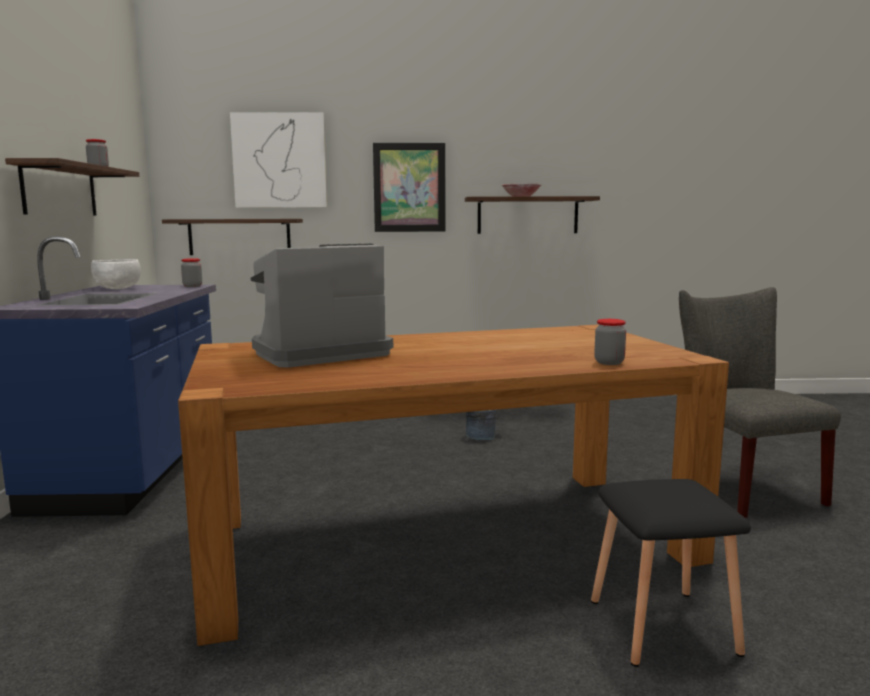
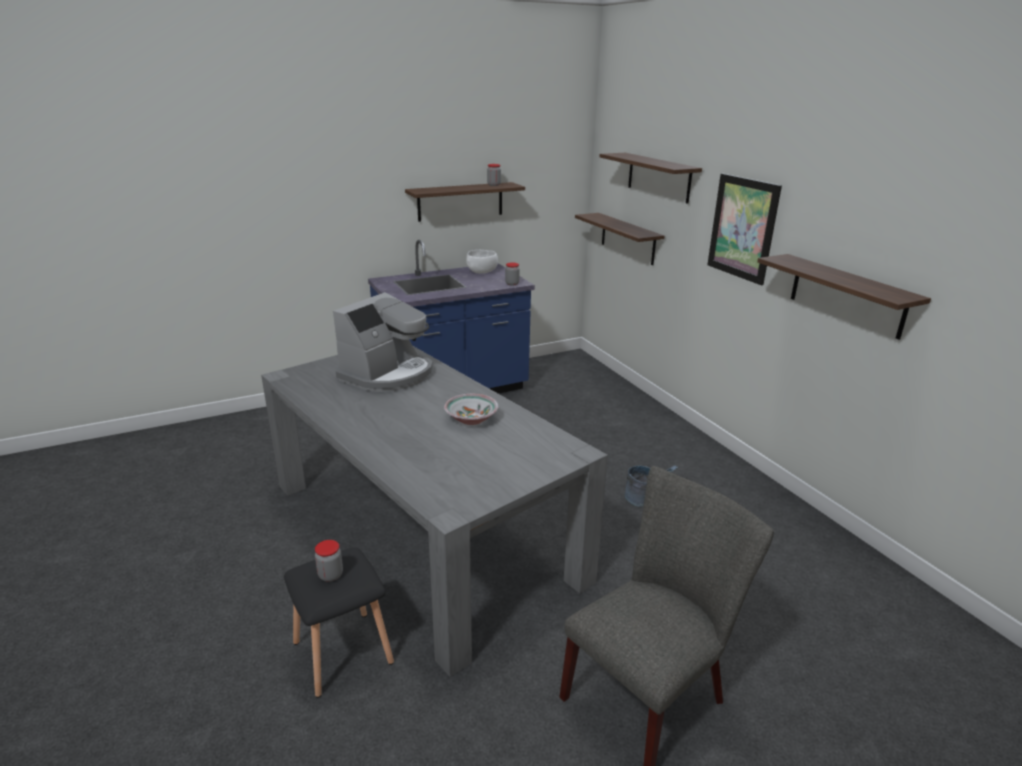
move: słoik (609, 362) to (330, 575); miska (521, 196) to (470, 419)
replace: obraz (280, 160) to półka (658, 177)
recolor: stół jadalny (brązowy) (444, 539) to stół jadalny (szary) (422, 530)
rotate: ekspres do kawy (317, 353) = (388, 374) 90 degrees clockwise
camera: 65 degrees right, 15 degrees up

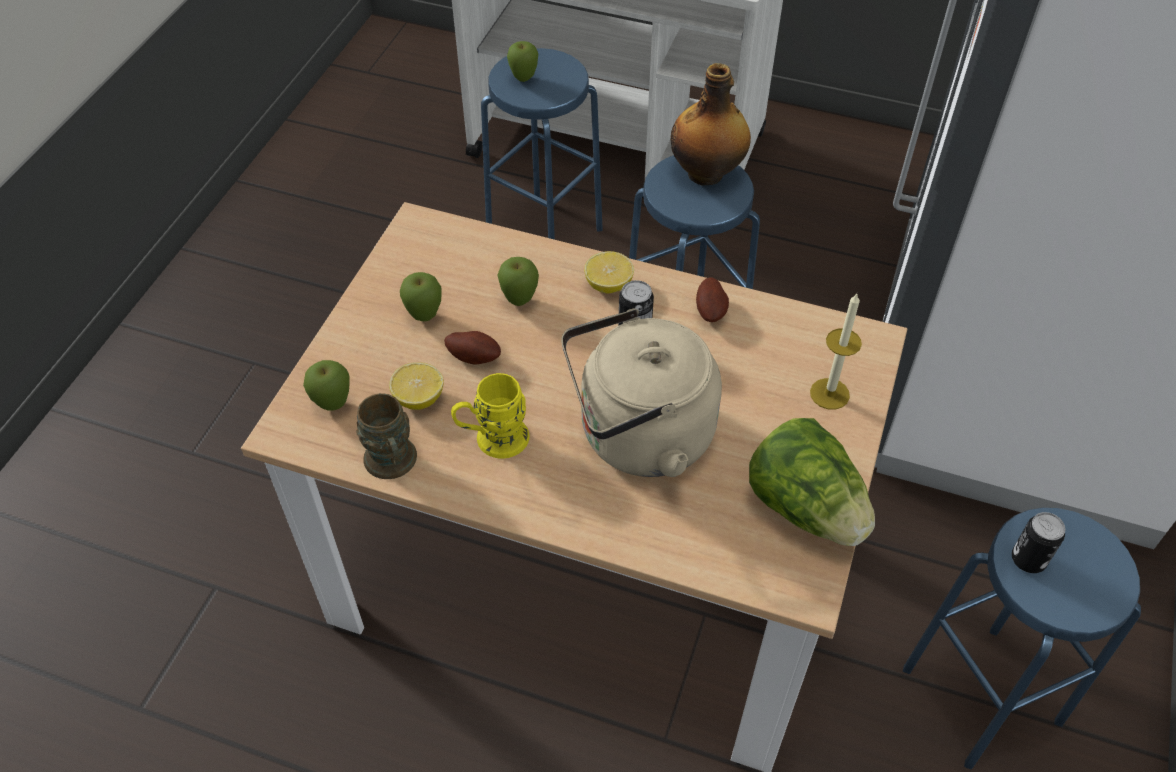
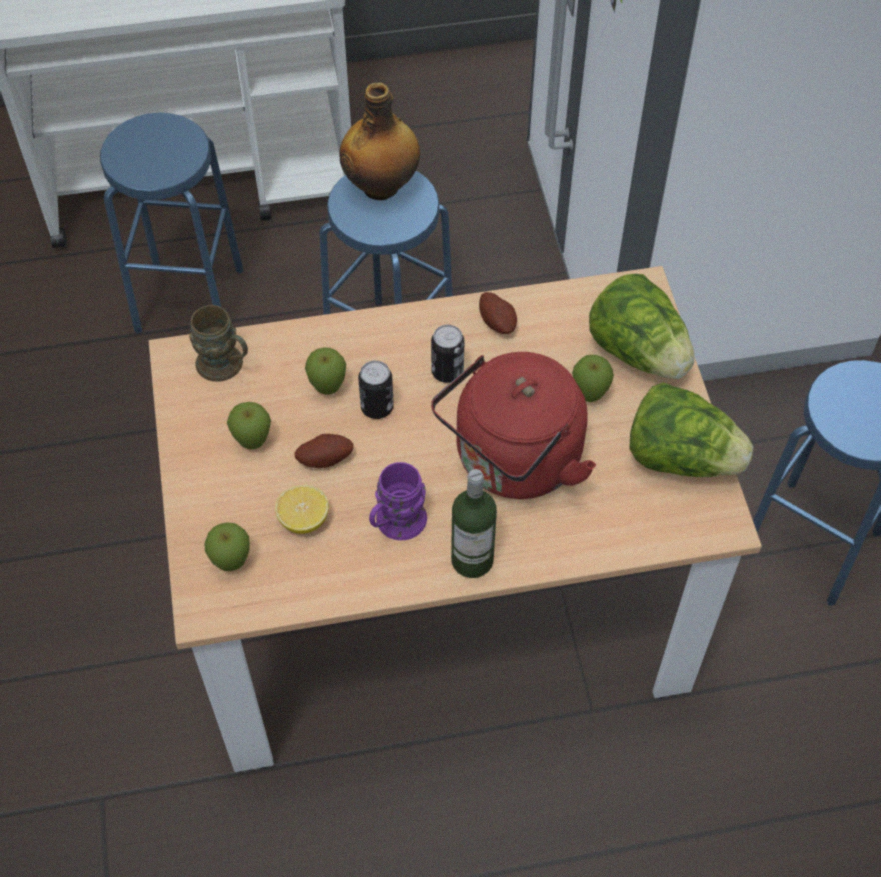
delete: cytryna (608, 285)
insert: butelka (472, 560)
move: kubek (brązowy) (393, 465) to (226, 367); puszka (1028, 559) to (377, 407); jabłko (523, 79) to (589, 396)
replace: świeca (829, 394) to sałata (638, 352)
recolor: kubek (żółty) (492, 440) to kubek (fioletowy) (395, 525); czajnik (beżowy) (638, 437) to czajnik (czerwony) (513, 463)
camera: 30 degrees left, 5 degrees up

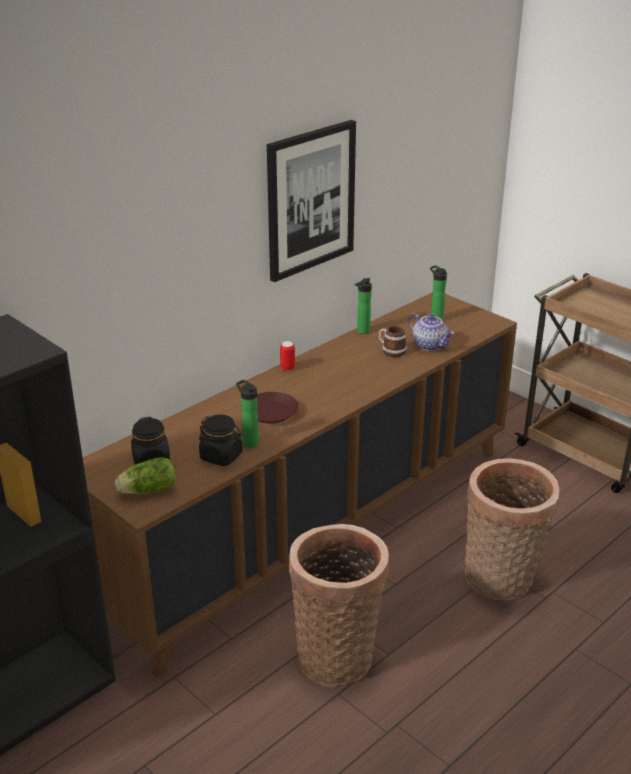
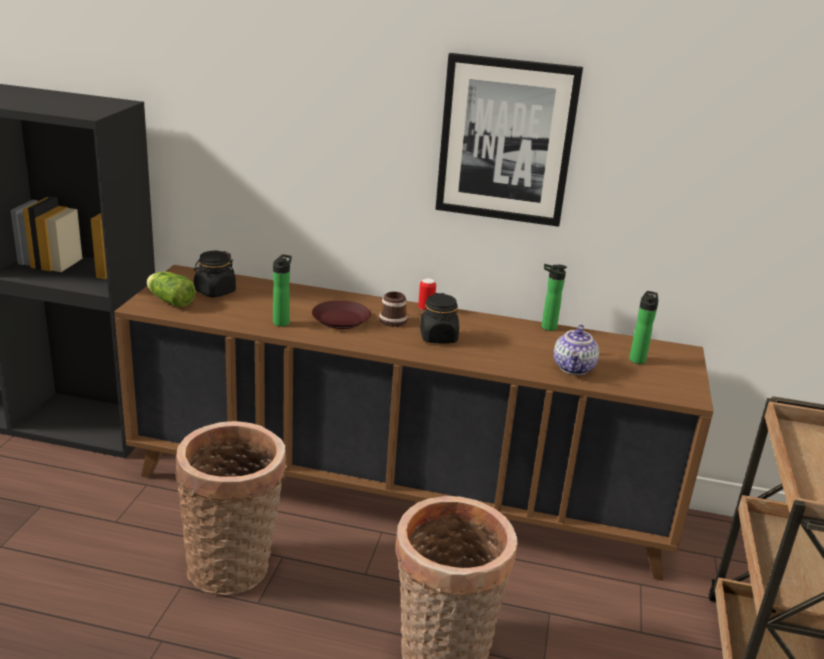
move: kubek (391, 350) to (393, 319); słoik (czarny) (221, 456) to (438, 337)
camera: 55 degrees right, 5 degrees down

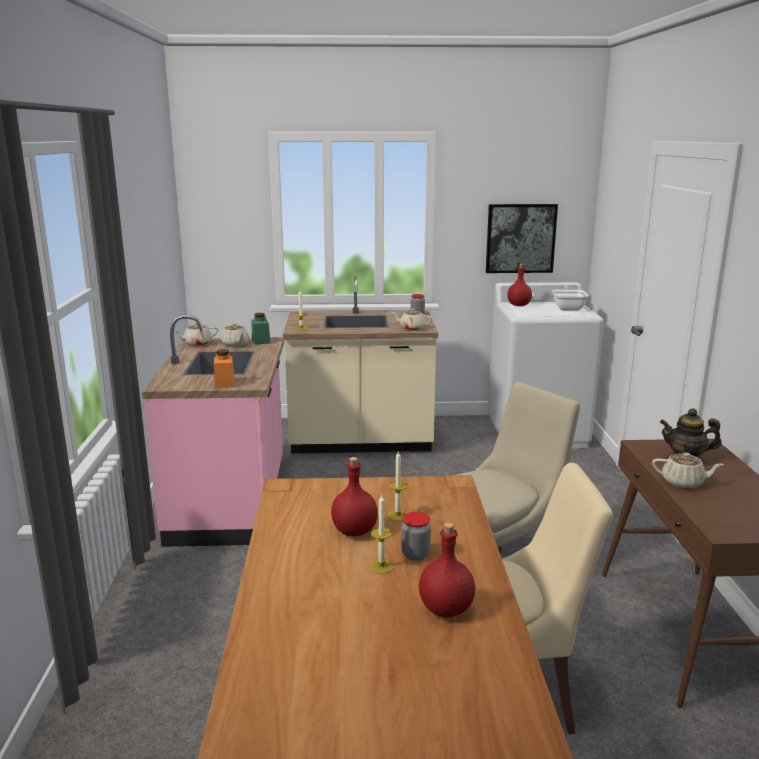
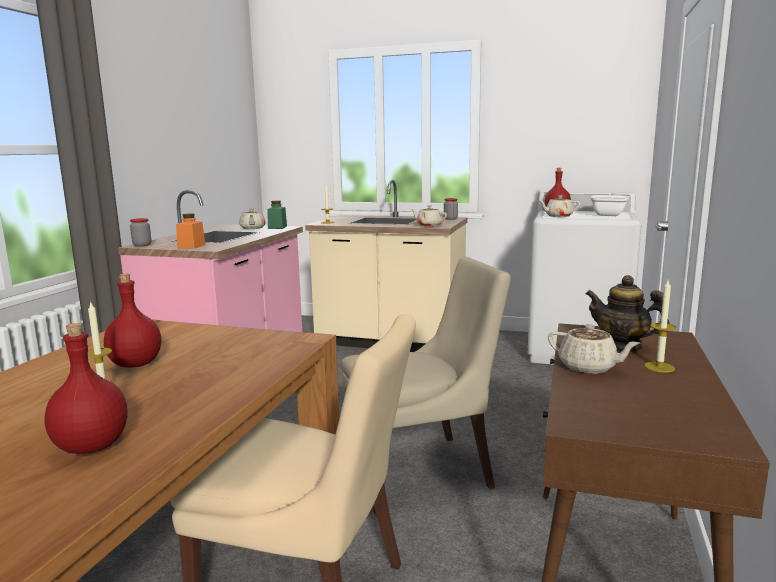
delete: obraz (520, 238)
move: słoik (415, 554) to (142, 245); imbryk (beżowy) (197, 344) to (558, 216); świeca (397, 515) to (659, 367)
camera: 20 degrees right, 5 degrees down

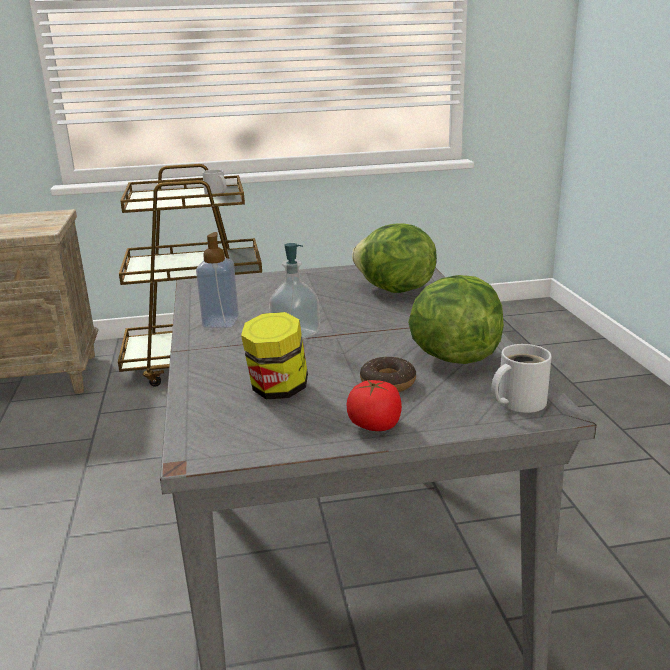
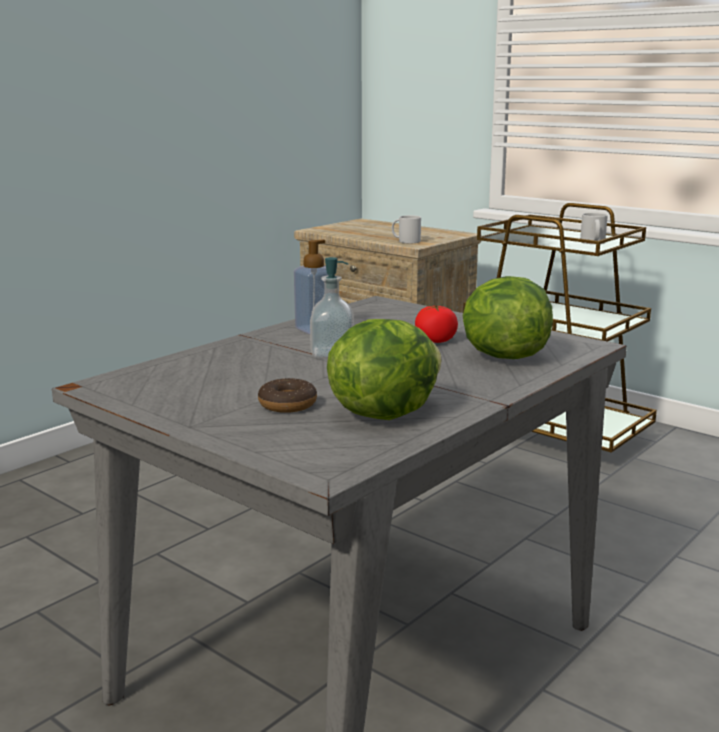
delete: słoik (278, 390)
move: kubek (biały) (517, 402) to (407, 241); pomidor (375, 425) to (435, 340)
camera: 50 degrees right, 5 degrees down

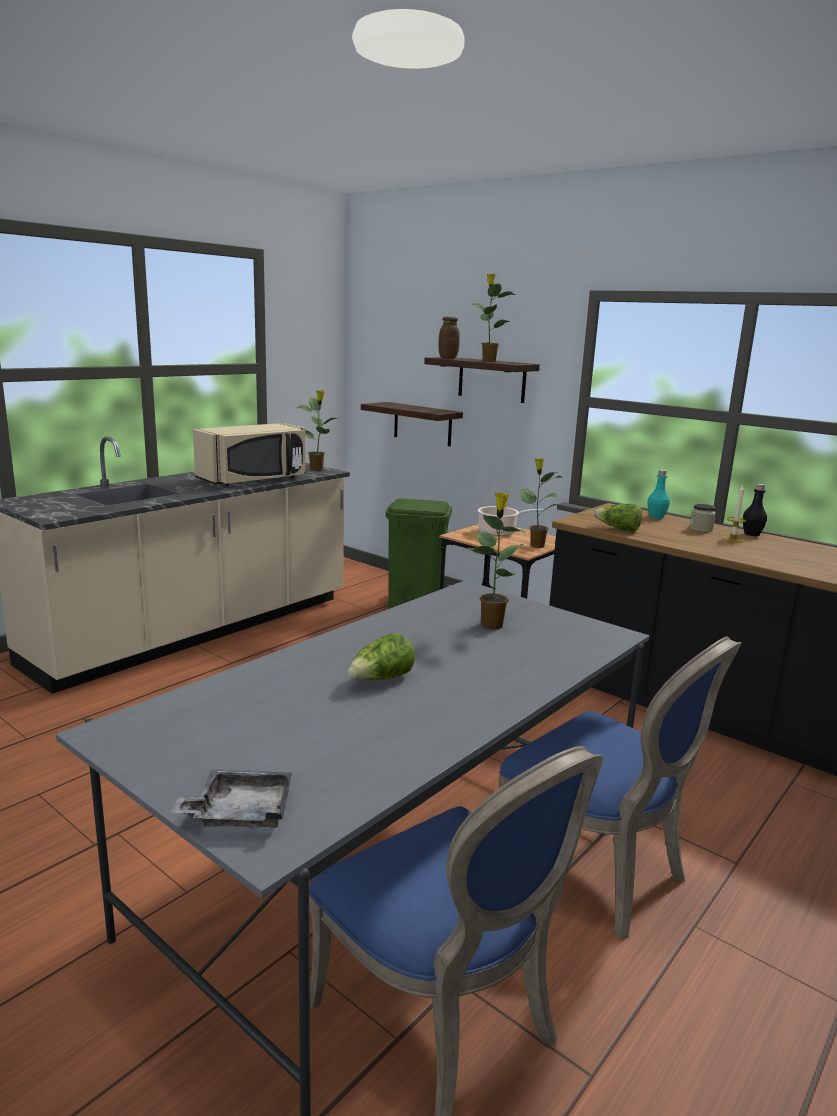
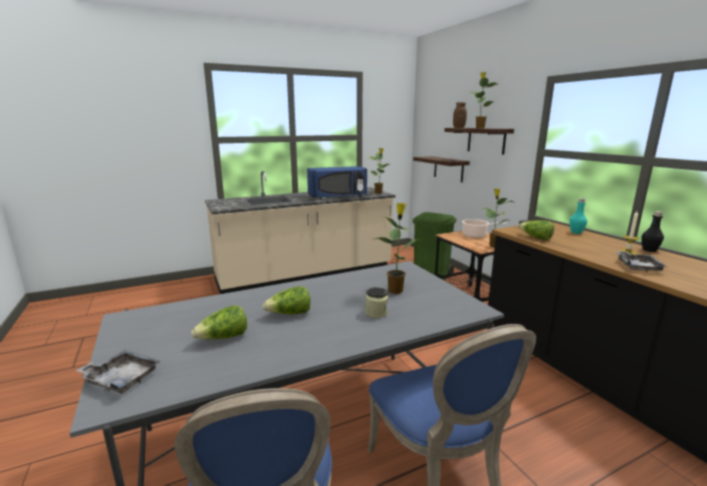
insert: sałata (224, 338); taca (szary) (637, 267)
move: słoik (701, 529) to (376, 313)
recolor: mikrofalówka (beżowy) (254, 480) to mikrofalówka (niebieski) (338, 196)
camera: 25 degrees right, 0 degrees up

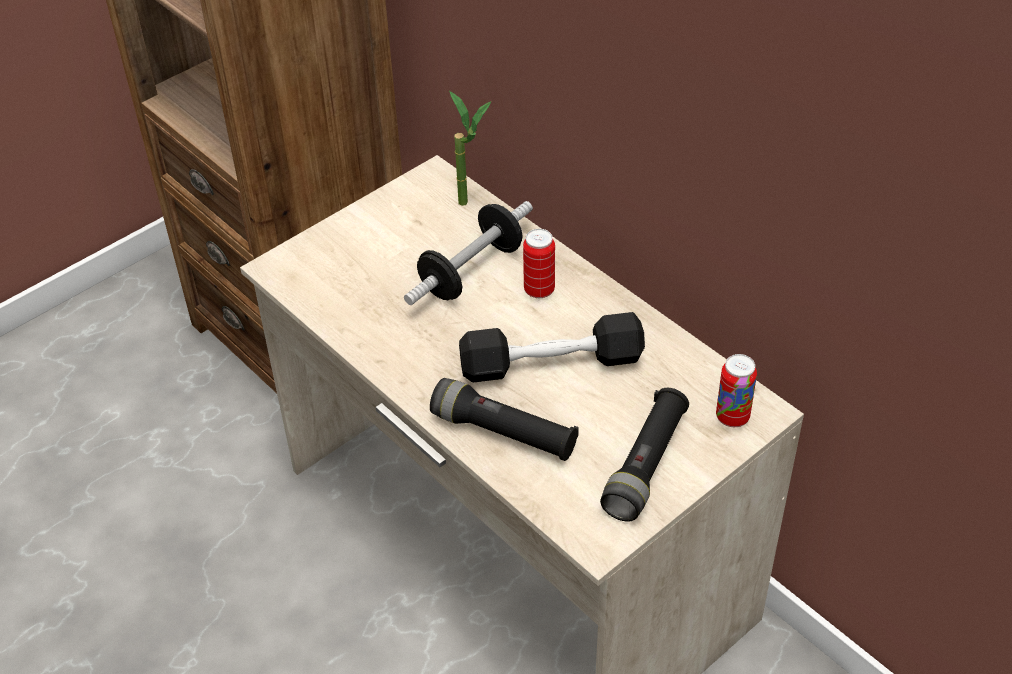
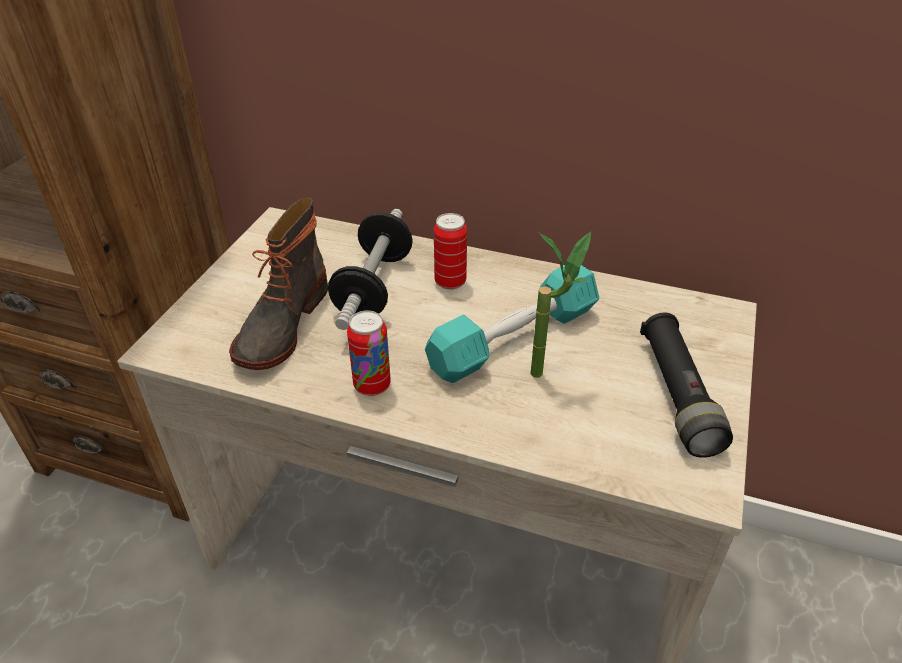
delete: latarka (czarny) (504, 433)
insert: but z cholewką (281, 325)
move: puszka (732, 417) to (372, 386); roślina doniczkowa (472, 204) to (548, 372)
recolor: hantel (czarny) (551, 363) to hantel (turkusowy) (514, 338)
camera: 30 degrees left, 5 degrees down

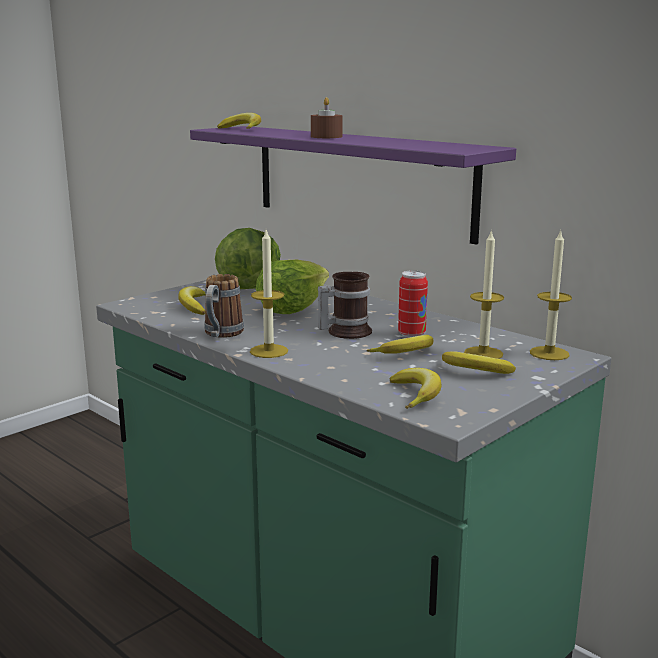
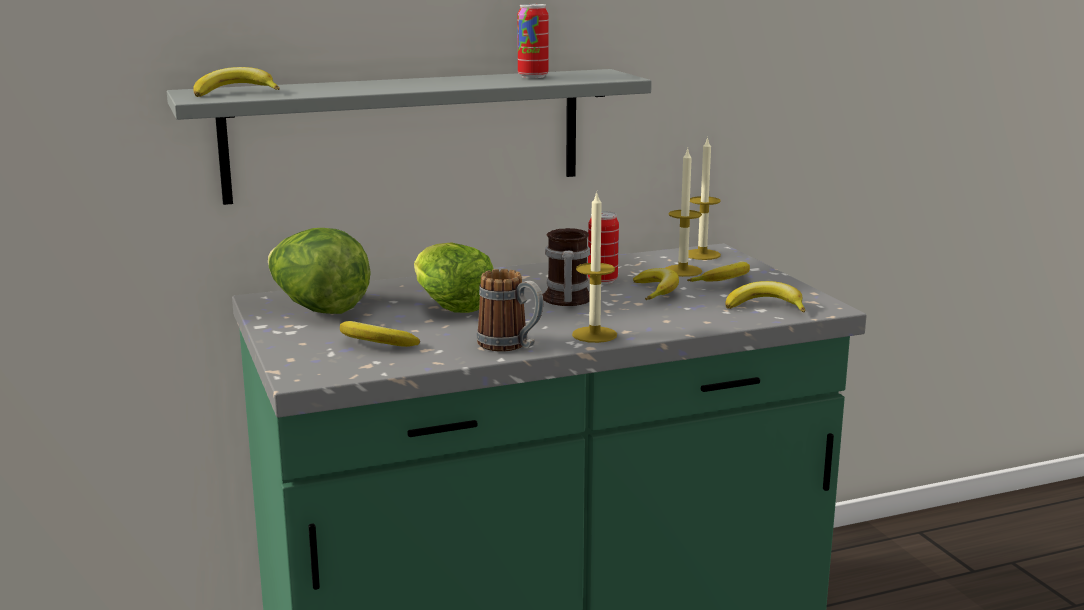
delete: świeca (brązowy) (326, 137)
insert: puszka (533, 76)
recolor: półka (fioletowy) (360, 179) to półka (szary) (405, 134)
camera: 65 degrees left, 0 degrees up

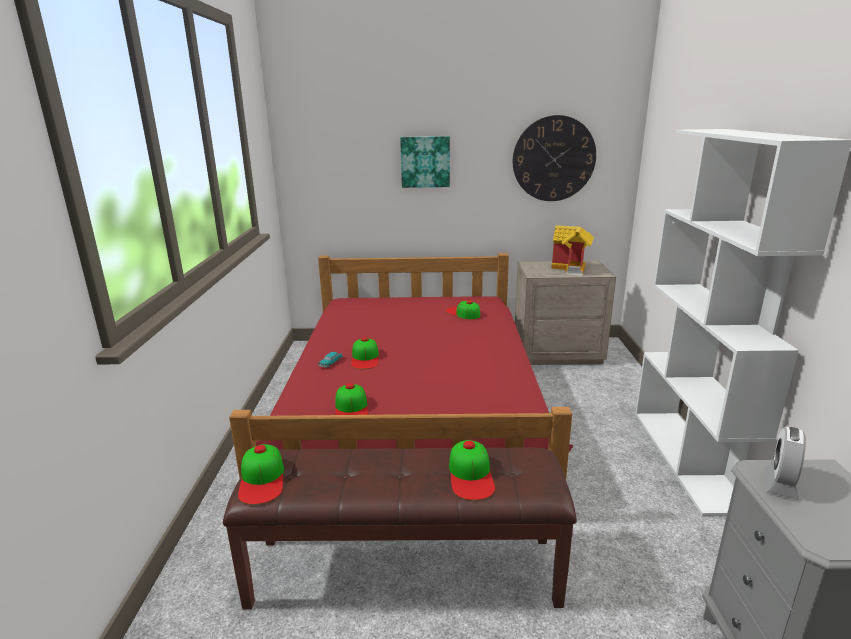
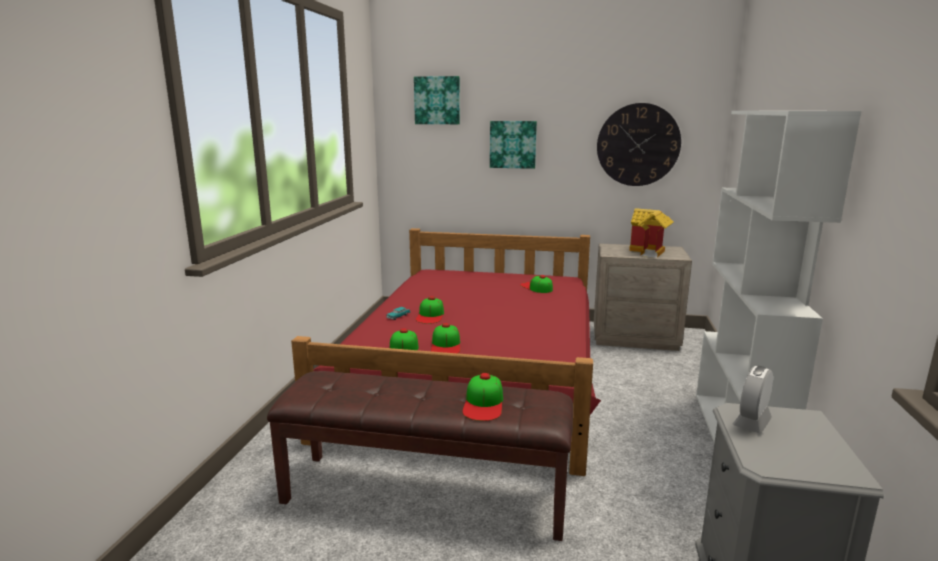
insert: obraz (437, 100)
move: czapka z daszkiem (262, 479) to (446, 345)
camera: 10 degrees right, 5 degrees down

